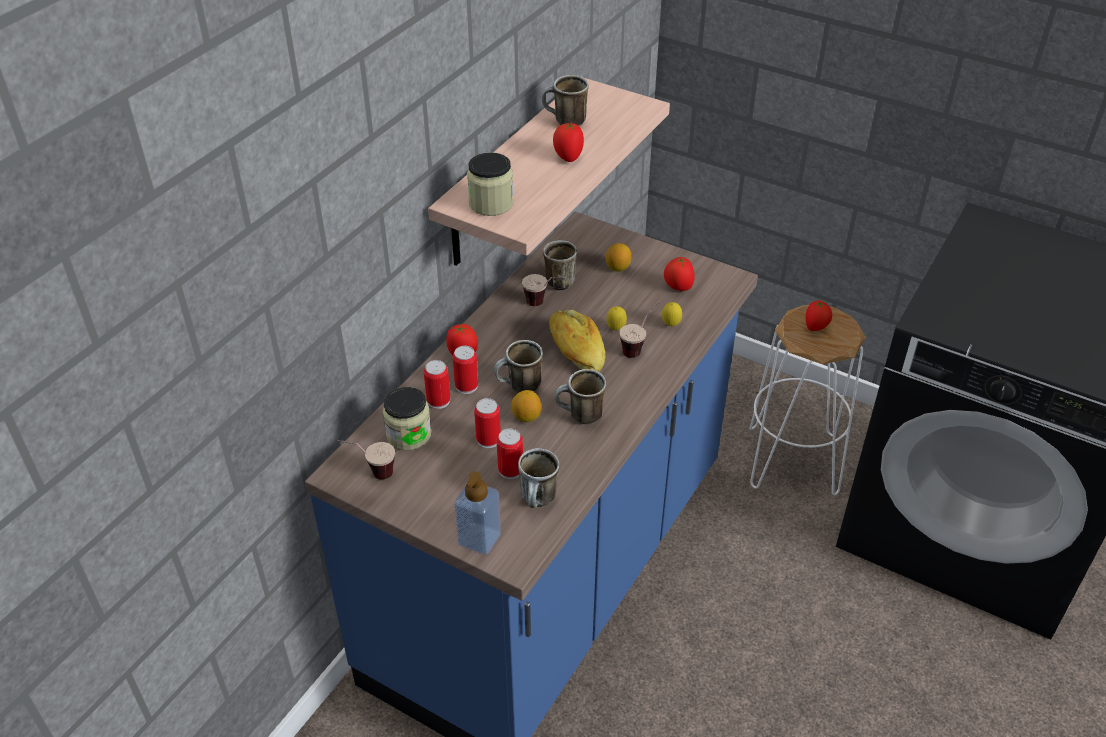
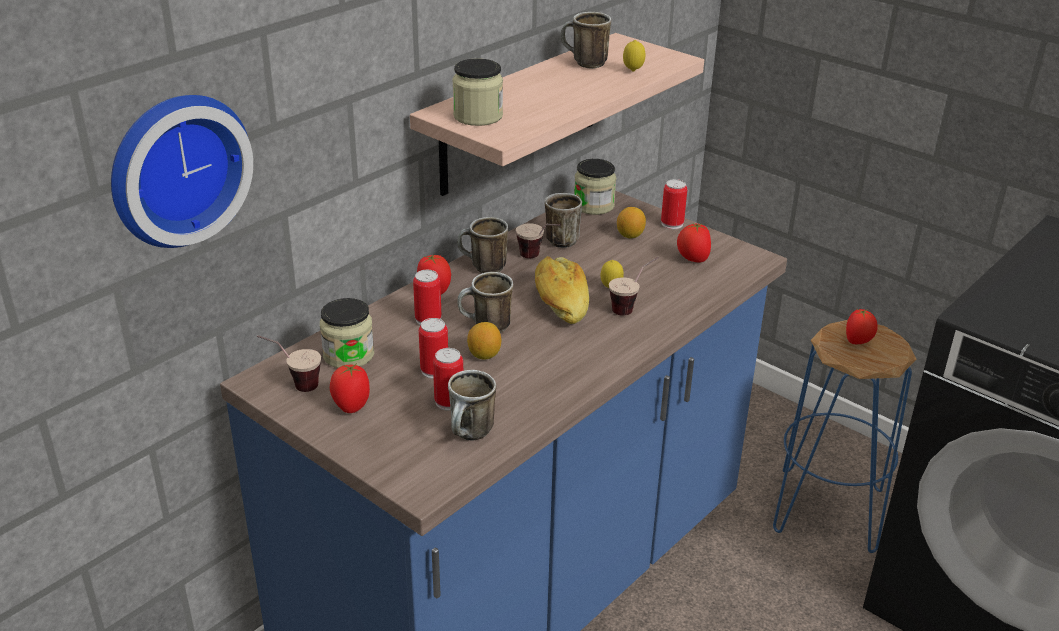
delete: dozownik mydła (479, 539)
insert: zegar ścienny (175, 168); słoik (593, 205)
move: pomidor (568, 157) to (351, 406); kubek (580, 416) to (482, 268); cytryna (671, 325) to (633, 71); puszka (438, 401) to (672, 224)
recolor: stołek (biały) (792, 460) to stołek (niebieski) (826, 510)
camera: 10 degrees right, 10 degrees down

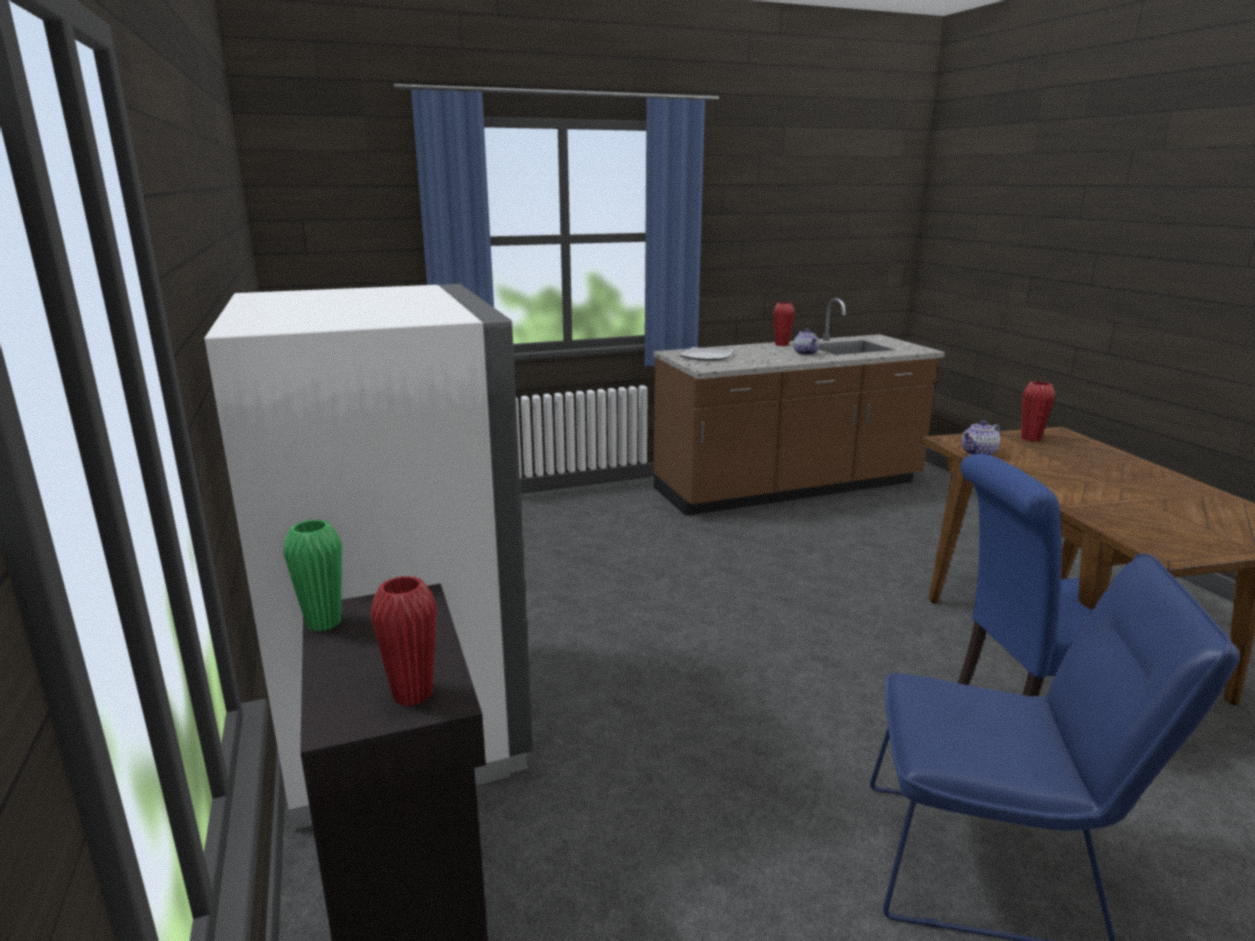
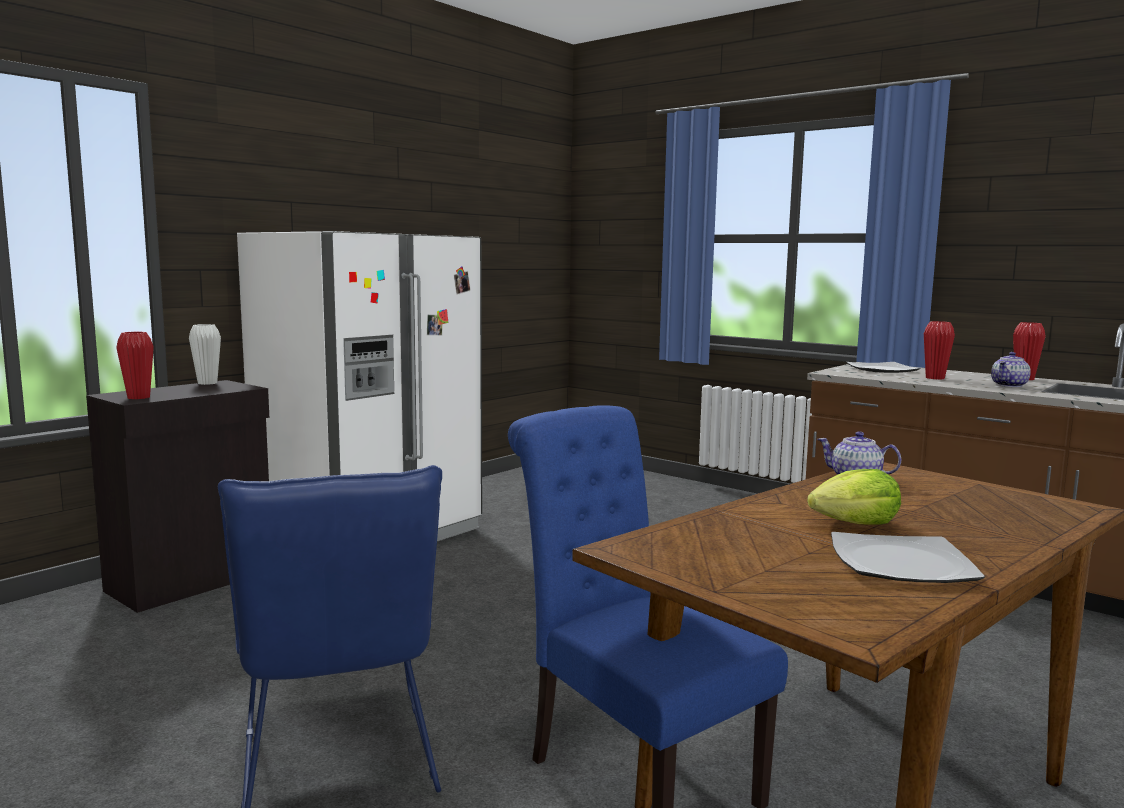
insert: sałata (855, 524); talerz (902, 563)
move: wazon (czerwony) (1030, 438) to (935, 378)
recolor: wazon (zielony) (323, 623) to wazon (biały) (207, 383)
camera: 60 degrees right, 10 degrees down

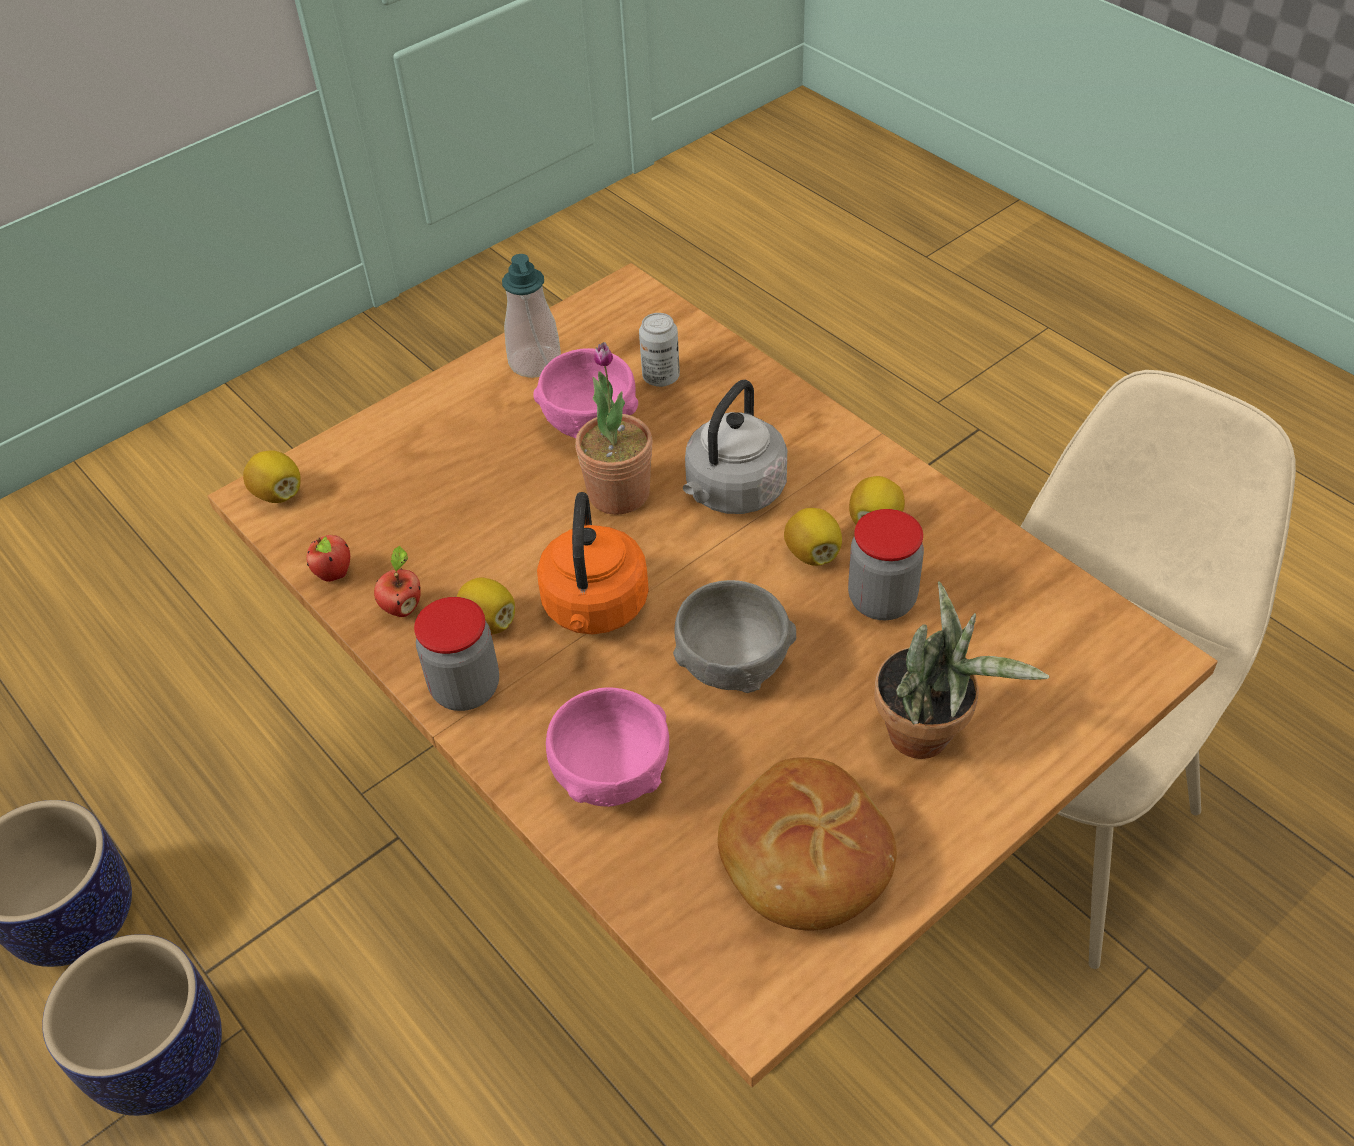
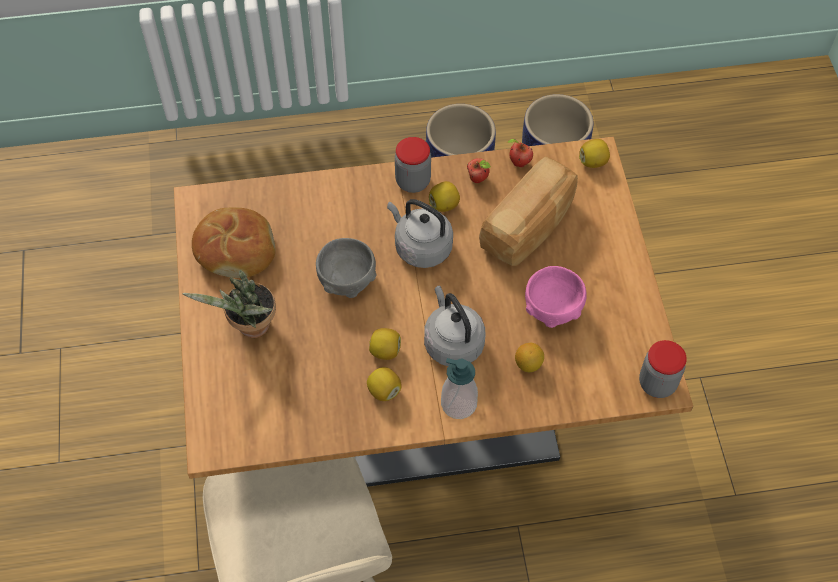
delete: miska (różowy) (611, 775); roślina doniczkowa (619, 493); puszka (661, 377)
insert: chleb (530, 226); cytryna (528, 364)
move: dozownik mydła (535, 362) to (458, 404); słoik (882, 600) to (657, 383)
recolor: czajnik (pomarańczowy) (595, 609) to czajnik (szary) (420, 247)
camera: 120 degrees right, 10 degrees up

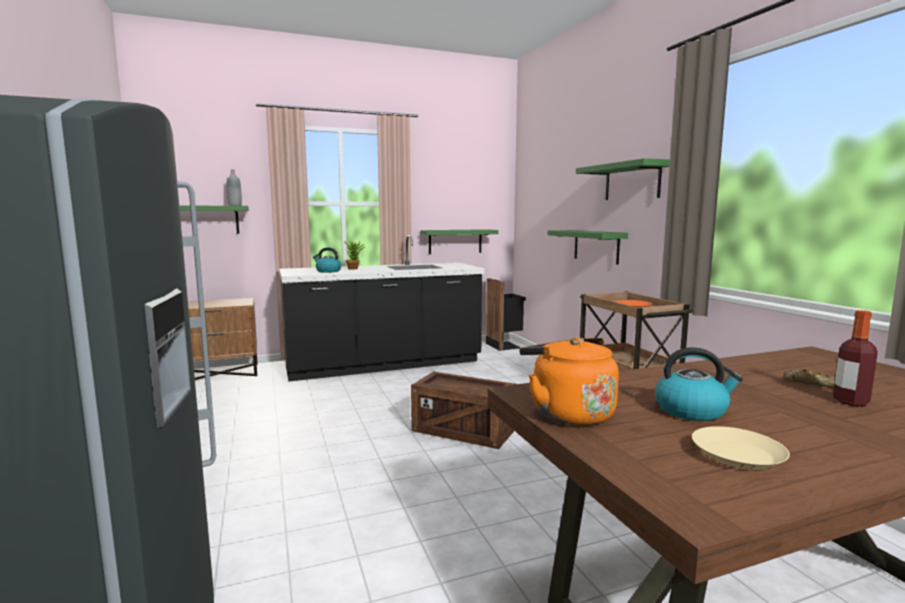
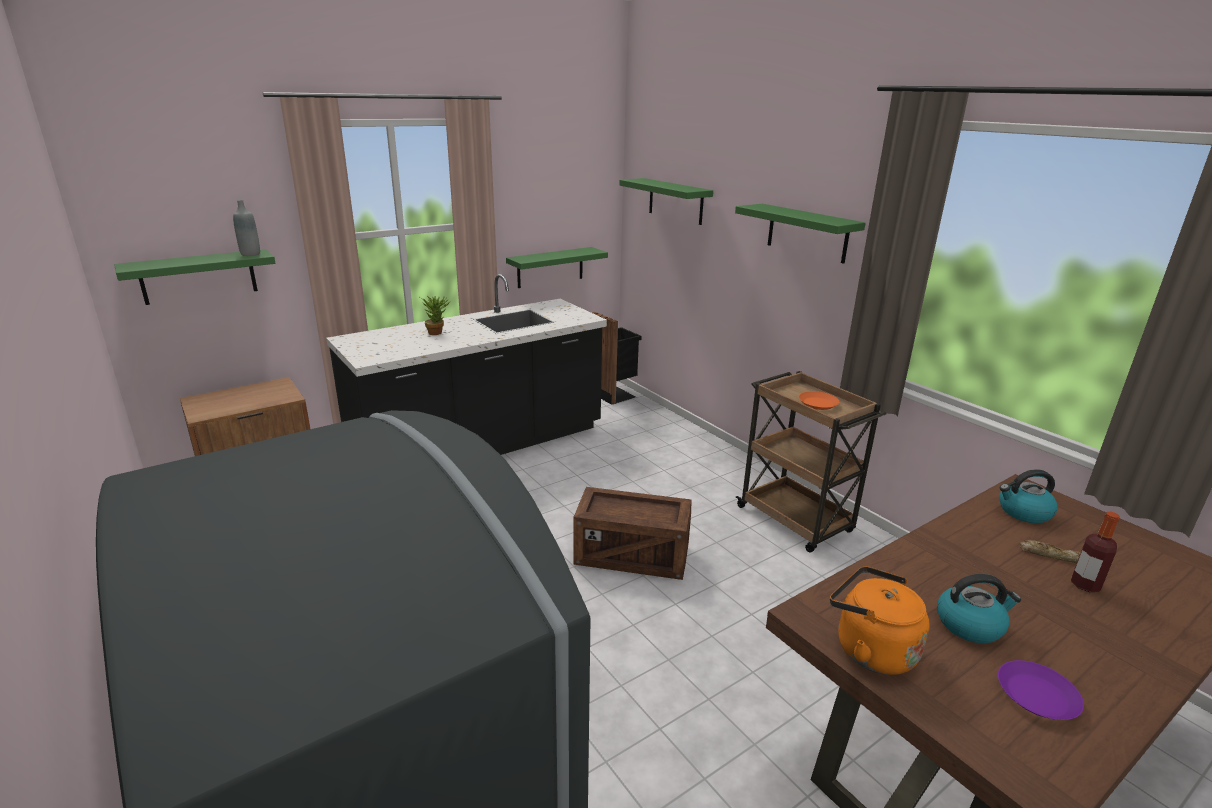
move: półka (zielony) (596, 246) to (675, 201); czajnik (328, 271) to (1023, 512)
recolor: talerz (beżowy) (738, 455) to talerz (fioletowy) (1037, 696)
camera: 15 degrees left, 15 degrees up

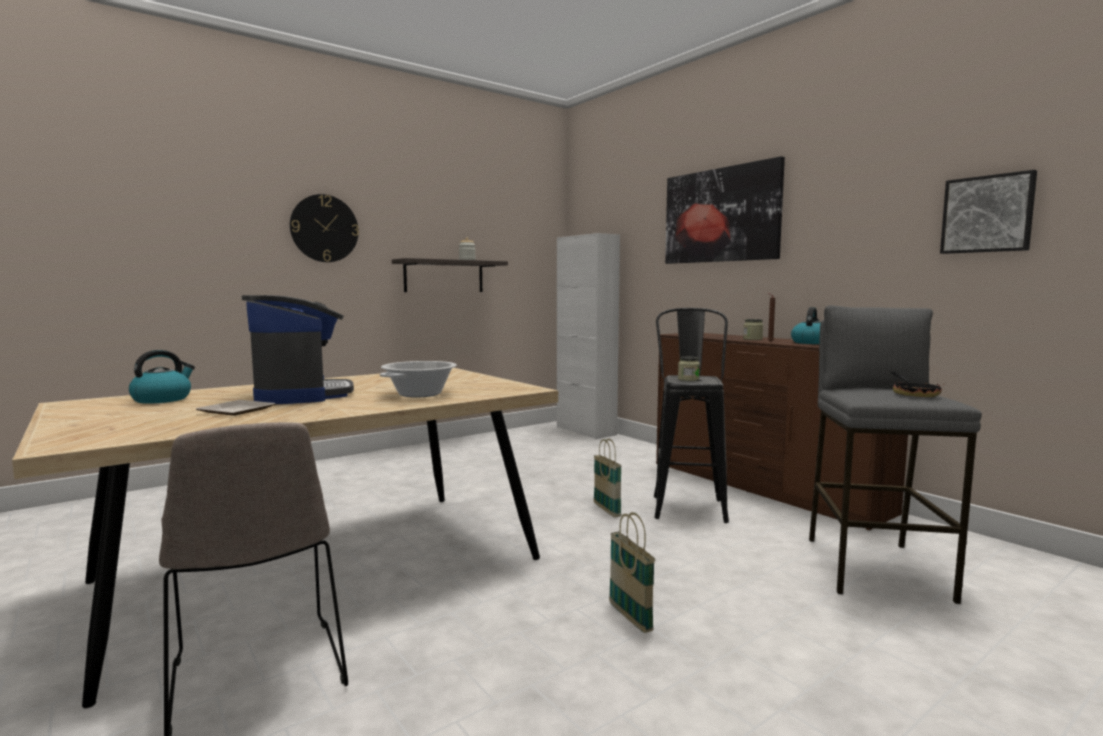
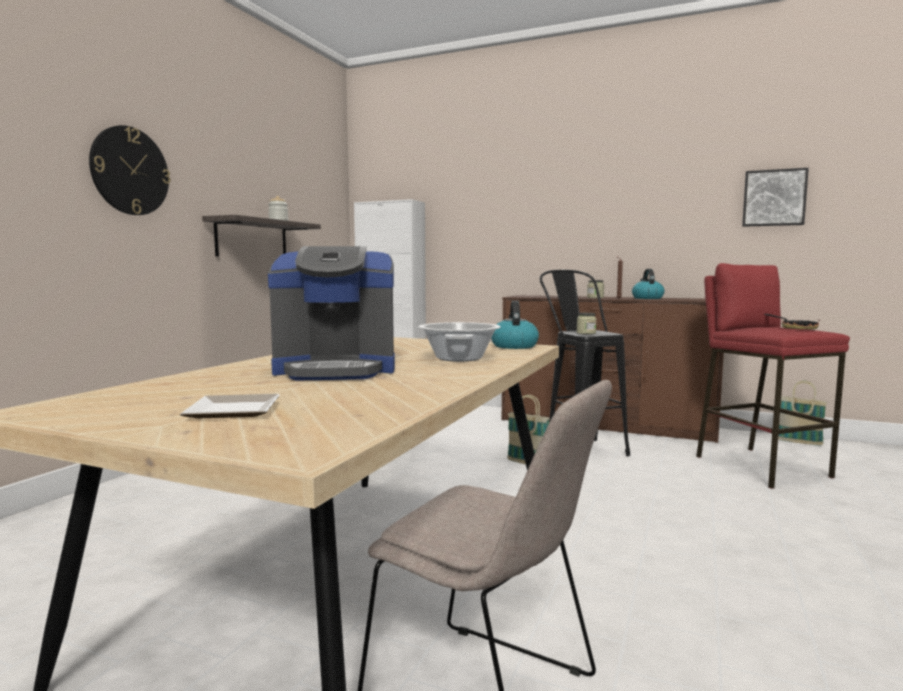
delete: obraz (721, 215)
move: talerz (234, 411) to (230, 411); czajnik (162, 399) to (514, 346); koszyk (630, 617) to (799, 442)
recolor: stołek (szary) (875, 567) to stołek (czerwony) (760, 466)
rotate: ekspres do kawy (301, 395) = (336, 370) 135 degrees clockwise
camera: 30 degrees left, 0 degrees up

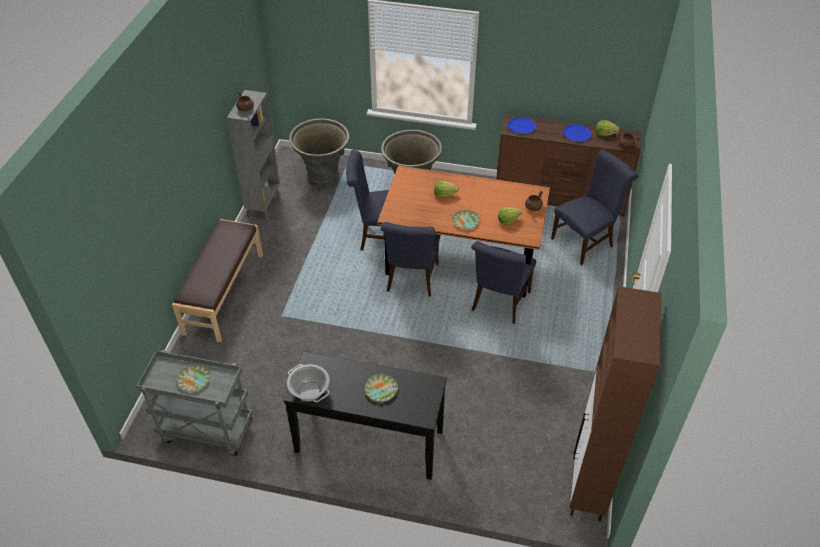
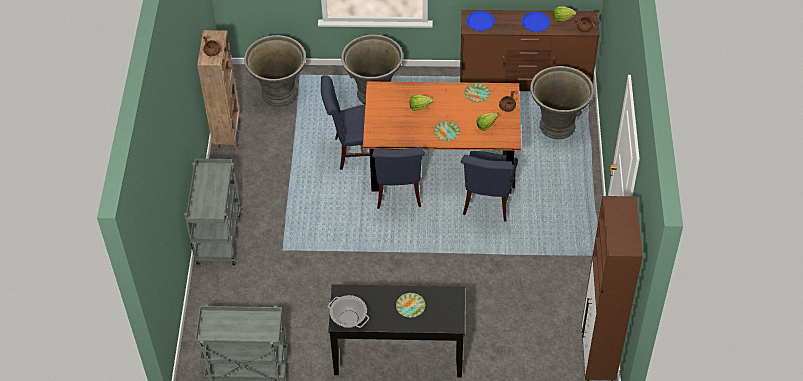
move: talerz (194, 379) to (477, 94)
replace: ławka (brązowy) (223, 293) to wózek (szary) (218, 236); krzesło (niebieski) (585, 241) to donica (szary) (557, 125)
recolor: regał (szary) (264, 204) to regał (brązowy) (227, 135)
camera: 10 degrees left, 5 degrees up

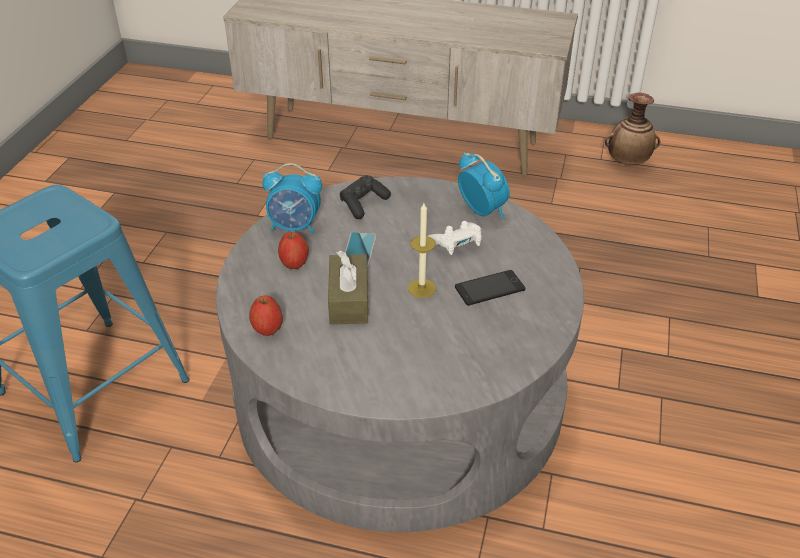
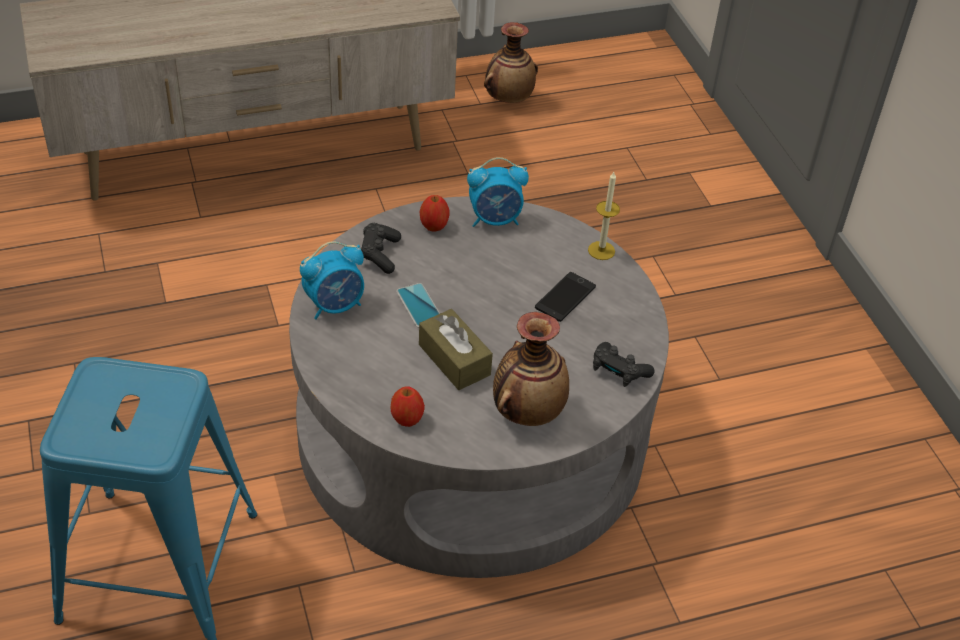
delete: pad do gier (biały) (456, 245)
insert: wazon (527, 411); pad do gier (czarny) (618, 372)
move: jabłko (294, 264) to (434, 226); świeca (422, 288) to (601, 250)
rotate: budzik (482, 210) = (495, 220) 150 degrees clockwise
camera: 35 degrees left, 5 degrees up

